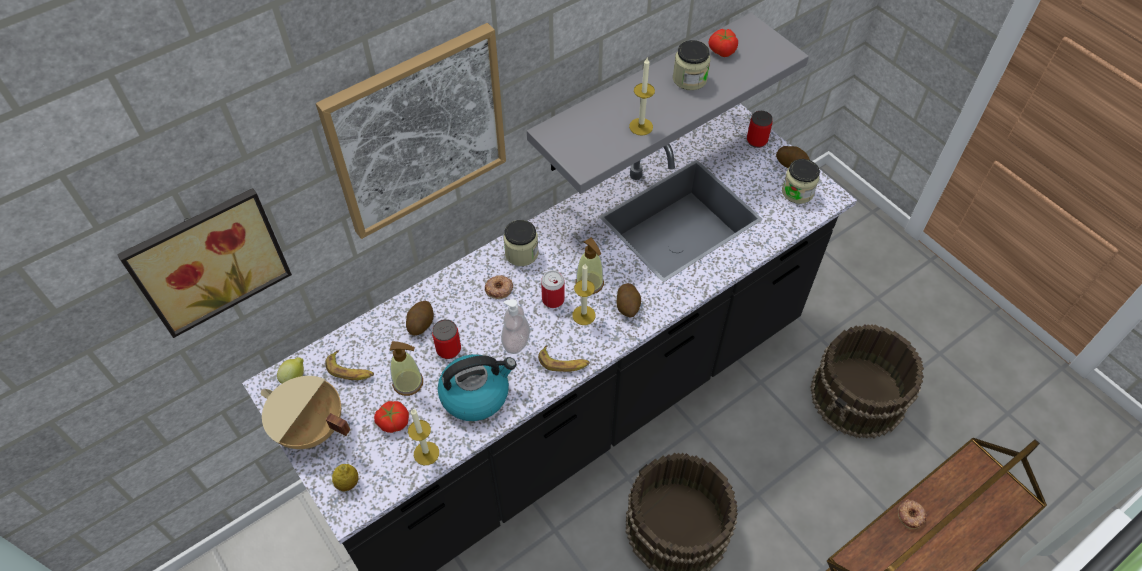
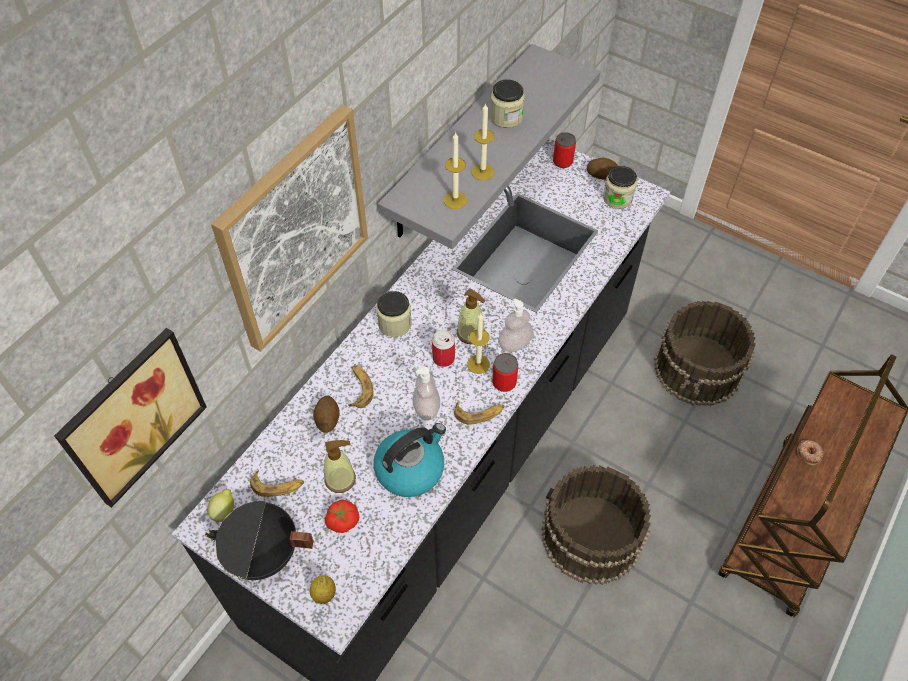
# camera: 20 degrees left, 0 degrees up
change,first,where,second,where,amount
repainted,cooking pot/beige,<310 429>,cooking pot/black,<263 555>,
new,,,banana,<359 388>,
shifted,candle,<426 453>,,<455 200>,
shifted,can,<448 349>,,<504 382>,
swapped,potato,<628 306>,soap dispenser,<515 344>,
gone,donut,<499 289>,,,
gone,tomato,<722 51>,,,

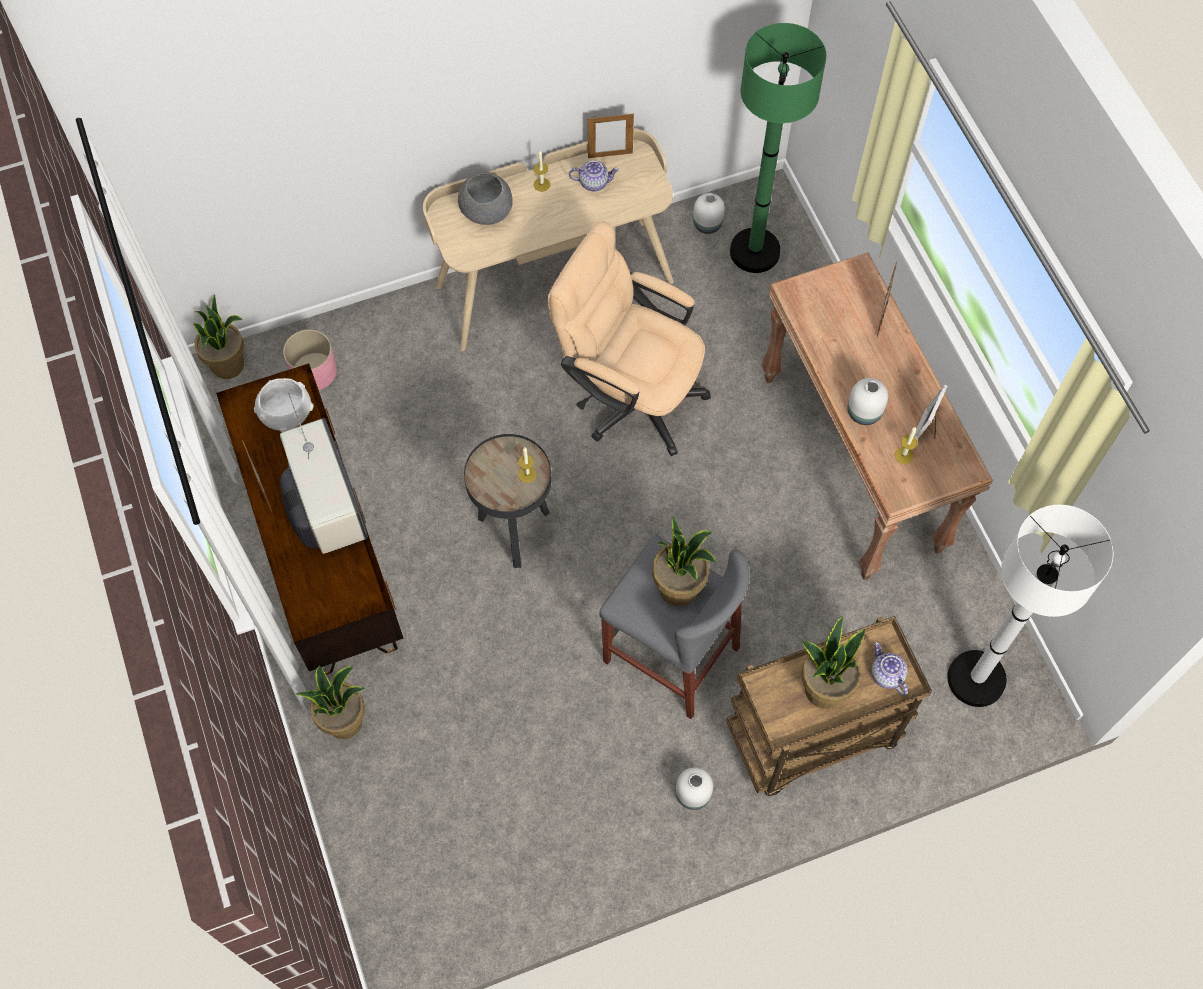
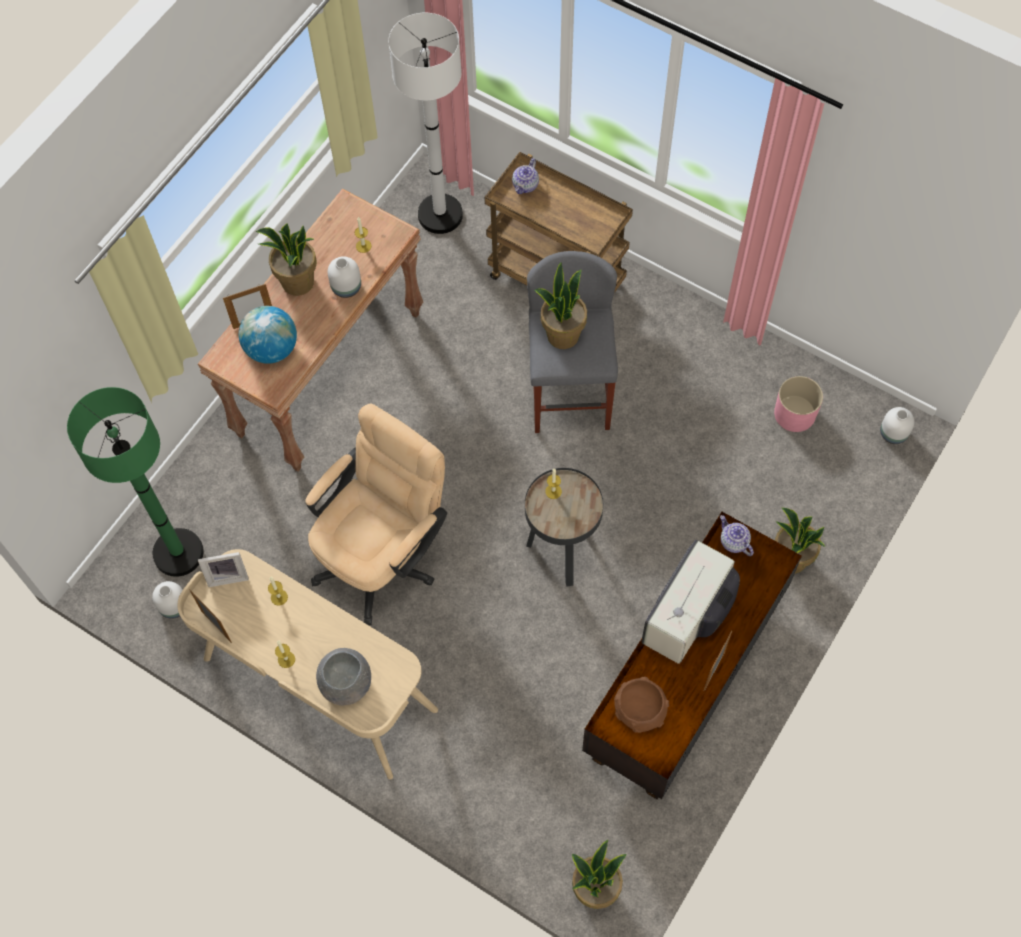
# camera: 125 degrees left, 0 degrees up
change,first,where,second,where,amount
shifted,picture frame,<927 429>,,<227 575>,
new,,,globe,<272 349>,
shifted,potted plant,<823 689>,,<297 283>,
new,,,candle,<279 597>,
rotated,office chair/beige,<630 395>,,<384 555>,135 degrees counterclockwise
repainted,bowl/white,<286 413>,bowl/brown,<640 709>,
shifted,teapot,<594 182>,,<733 542>,
shifted,planter/pink,<314 371>,,<794 413>,
shifted,vase/white,<694 794>,,<893 433>,

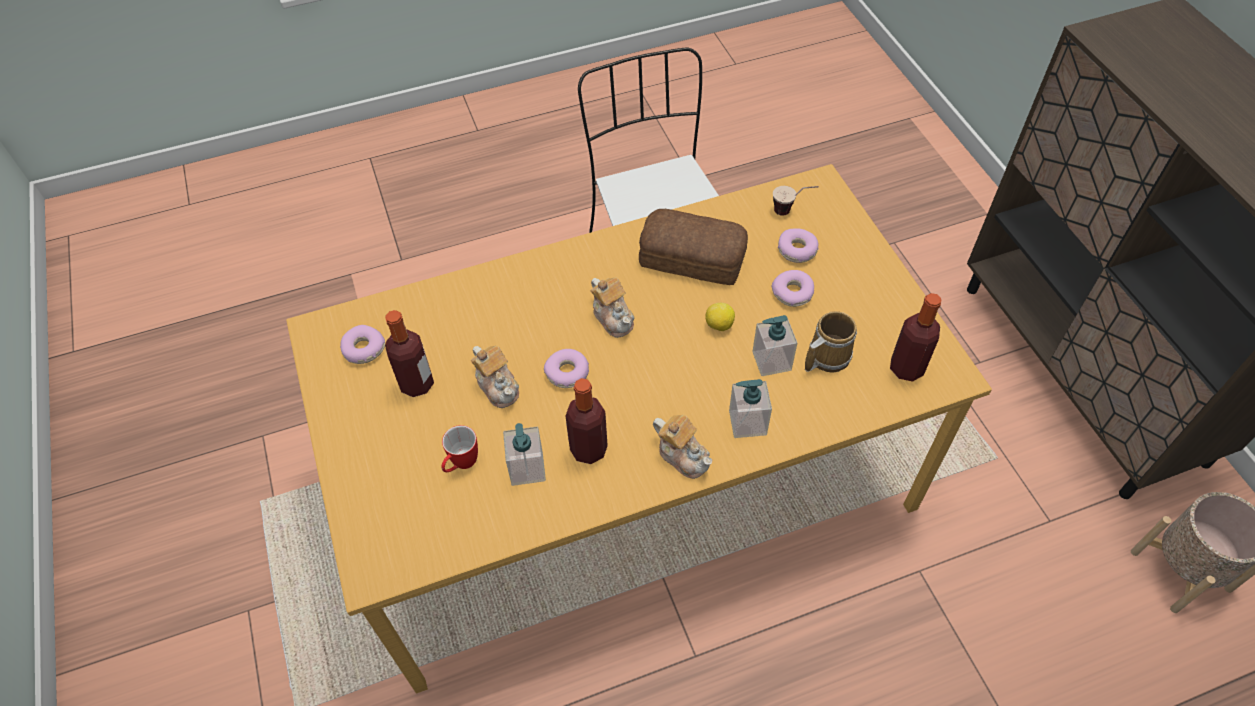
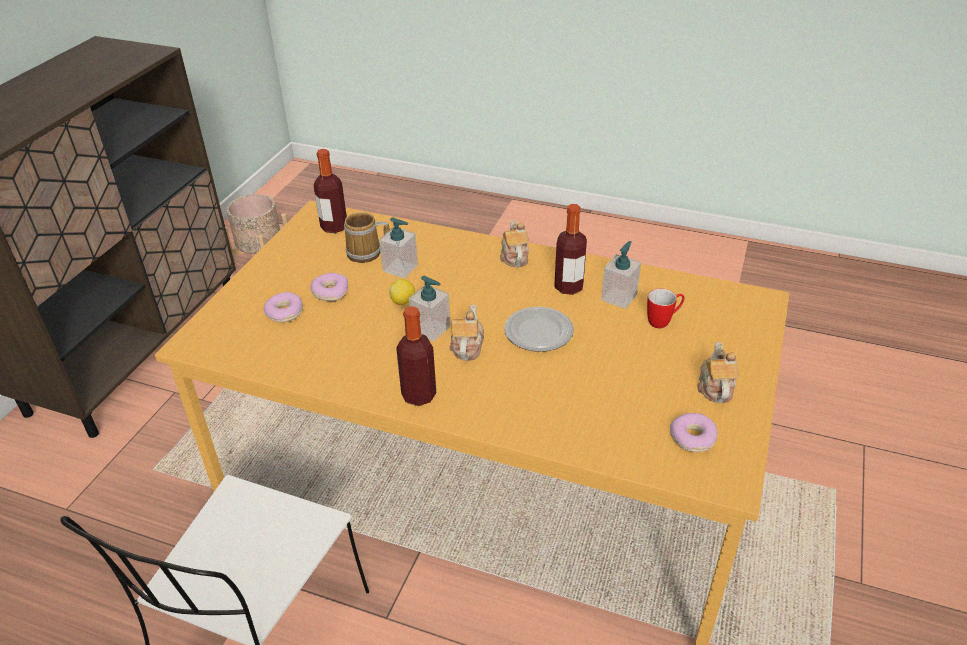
# camera: 140 degrees left, 15 degrees down
change,first,where,second,where,amount
shifted,bottle,<417 384>,,<419 395>,
shifted,soap dispenser,<747 422>,,<431 329>,
swapped,donut,<567 373>,plate,<539 332>,
shifted,teapot,<498 386>,,<715 387>,
gone,bread,<693 259>,,,
gone,cup,<791 211>,,,

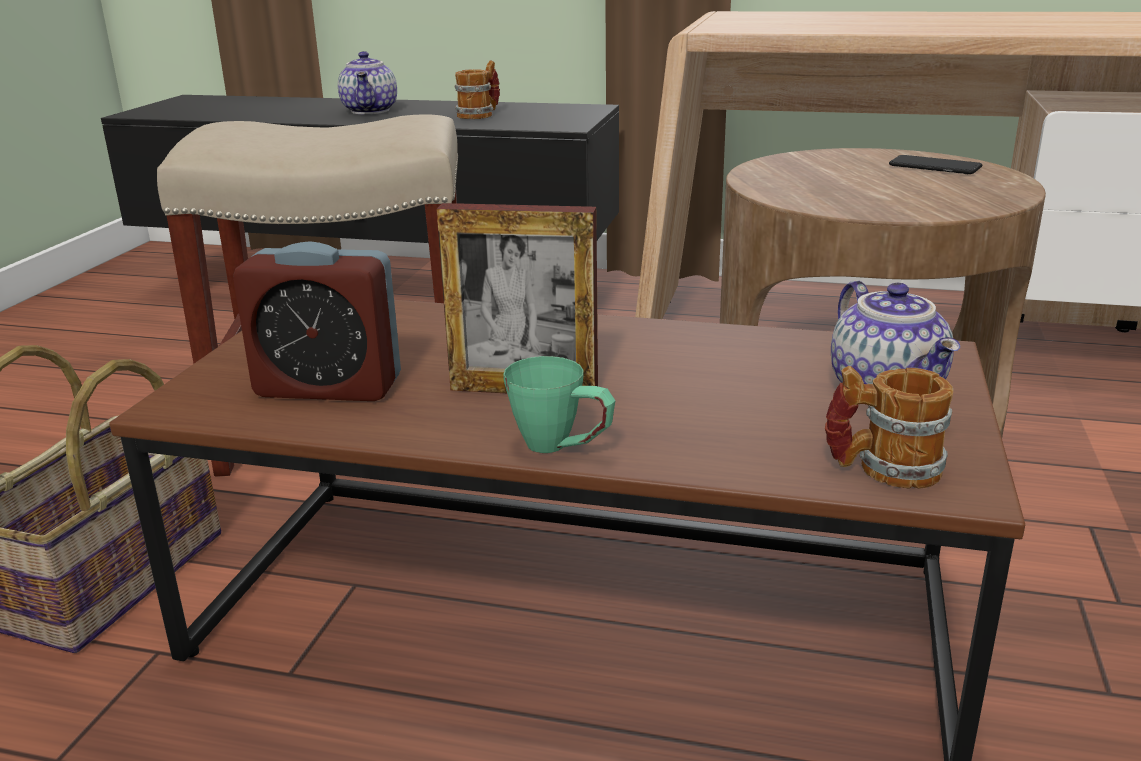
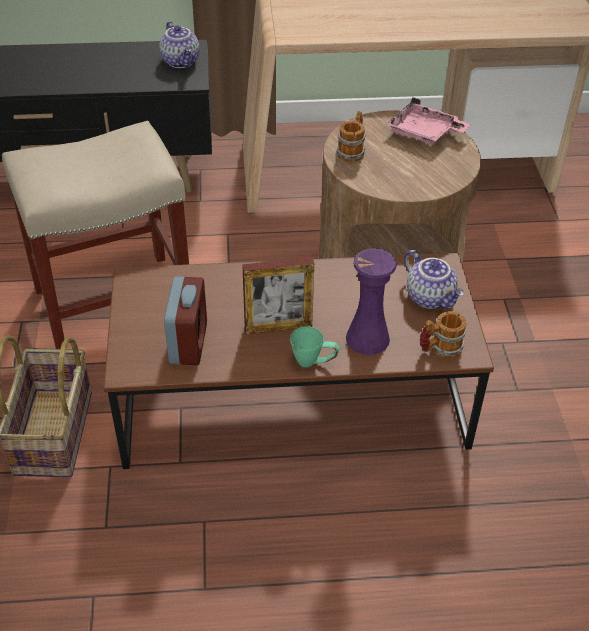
# camera: 20 degrees left, 20 degrees up
change,first,where,second,where,amount
shifted,teapot,<371 111>,,<181 61>,
rotated,alarm clock,<328 387>,,<188 343>,75 degrees counterclockwise
shifted,mug,<480 115>,,<352 151>,
new,,,vase/purple,<367 338>,
swapped,phone,<935 166>,tray/pink,<425 133>,

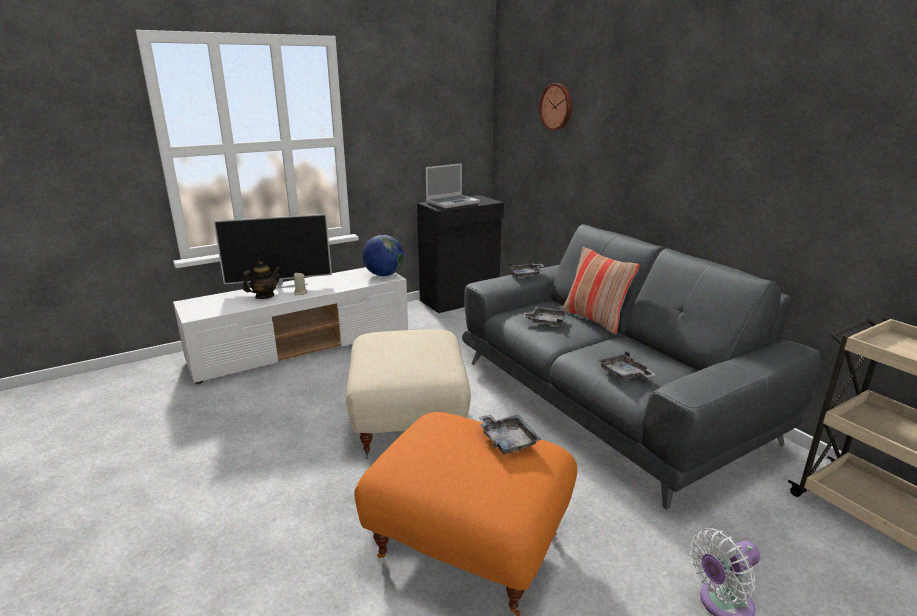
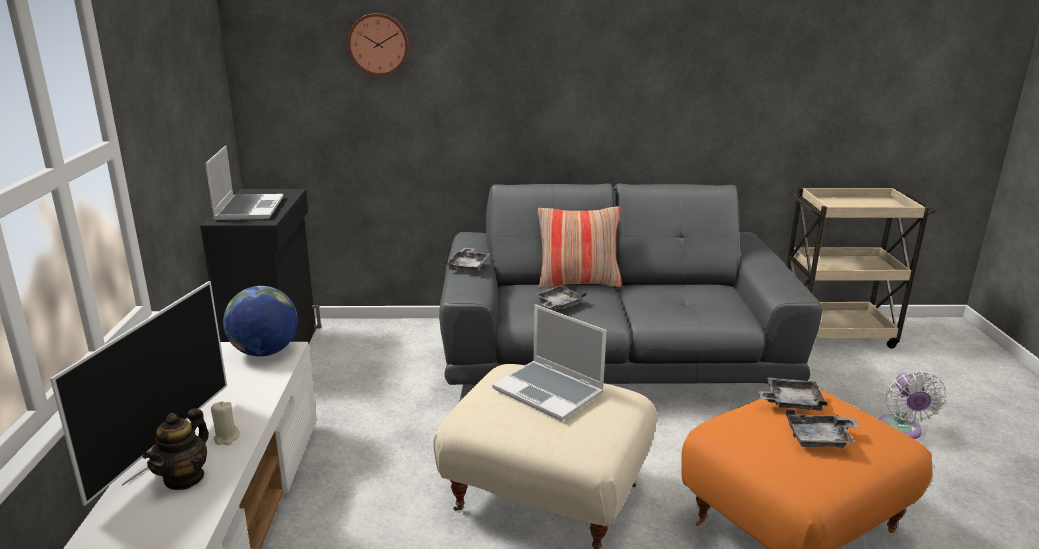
# camera: 60 degrees left, 0 degrees up
change,first,where,second,where,amount
rotated,teapot,<264 296>,,<184 478>,150 degrees counterclockwise
new,,,laptop,<550 391>,
shifted,tray/grey,<624 374>,,<820 439>,

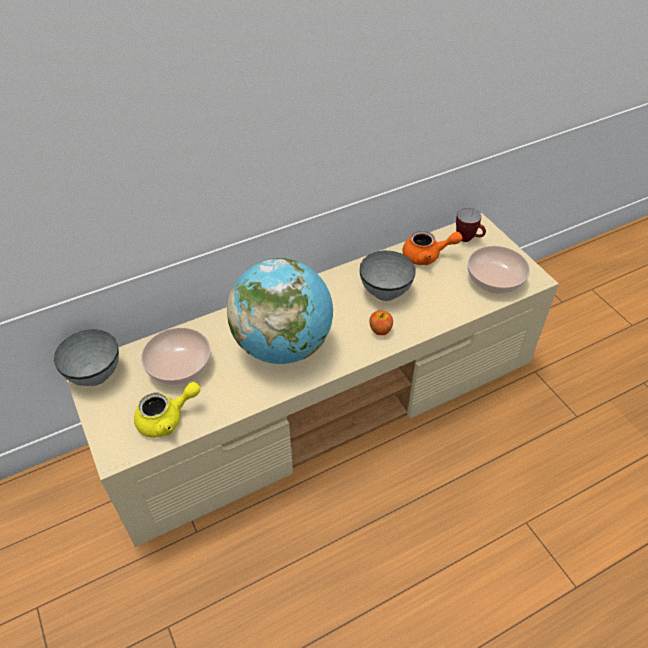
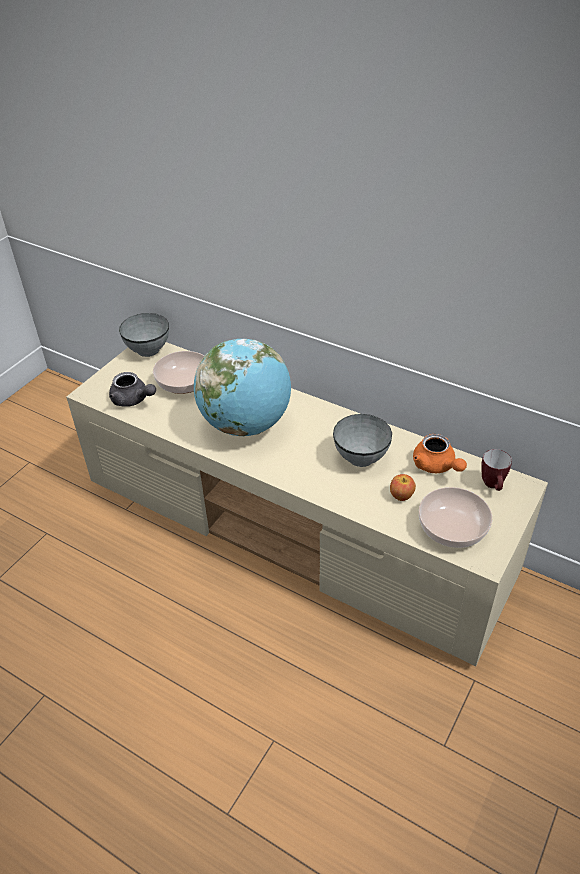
# camera: 60 degrees right, 5 degrees down
change,first,where,second,where,amount
repainted,teapot/yellow,<167 419>,teapot/grey,<133 400>,
shifted,apple,<380 330>,,<401 495>,

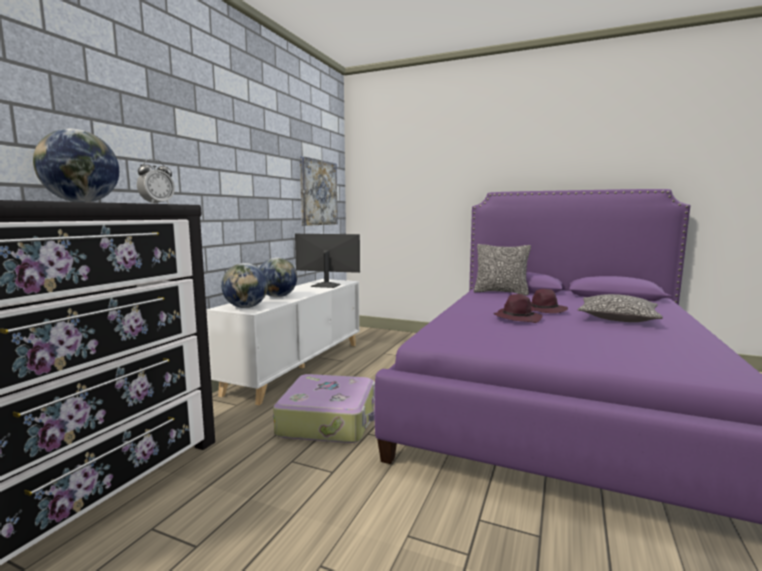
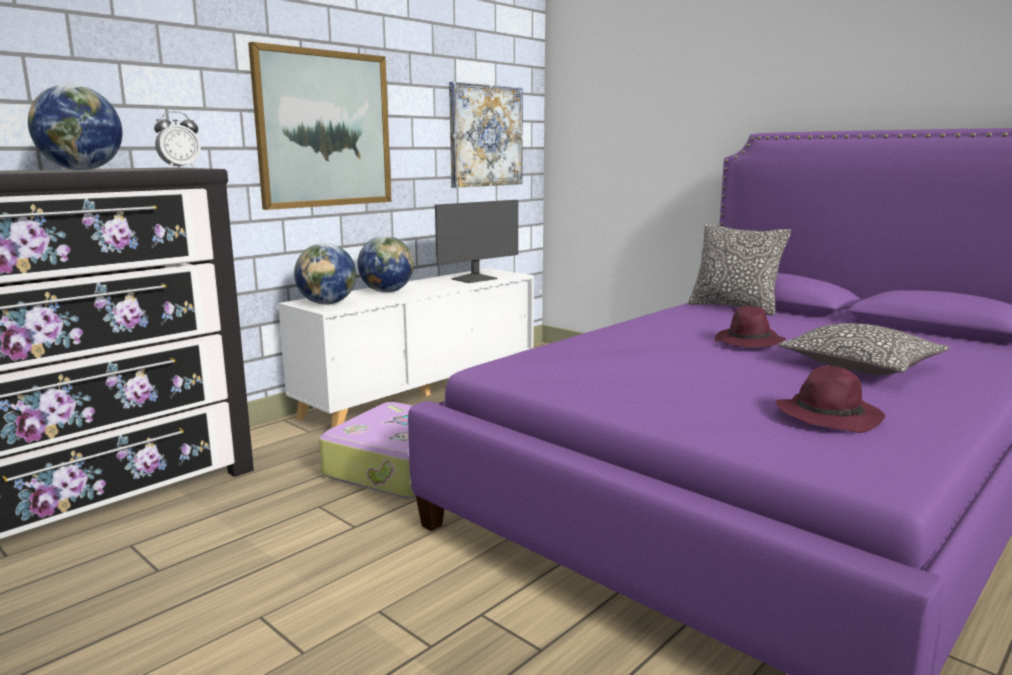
# camera: 20 degrees right, 5 degrees up
change,first,where,second,where,amount
new,,,picture,<324 129>,
rotated,monitor,<326 285>,,<475 279>,105 degrees clockwise
shifted,hat/purple,<517 318>,,<828 416>,

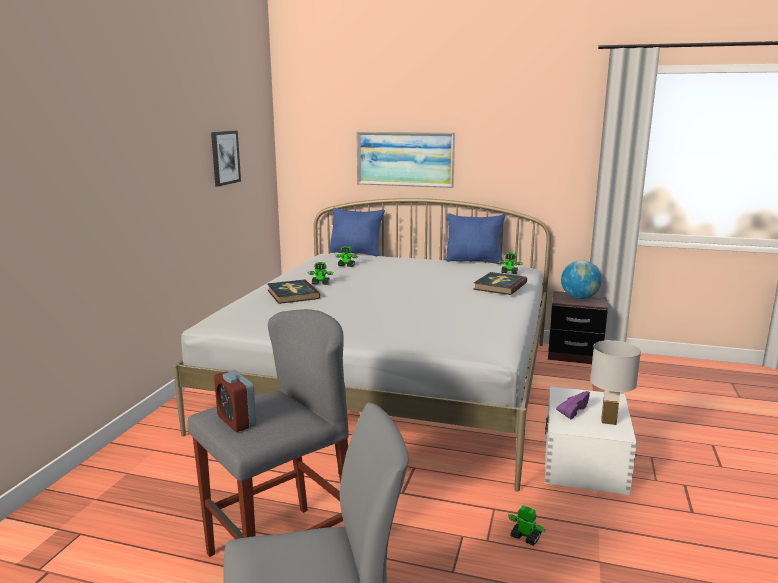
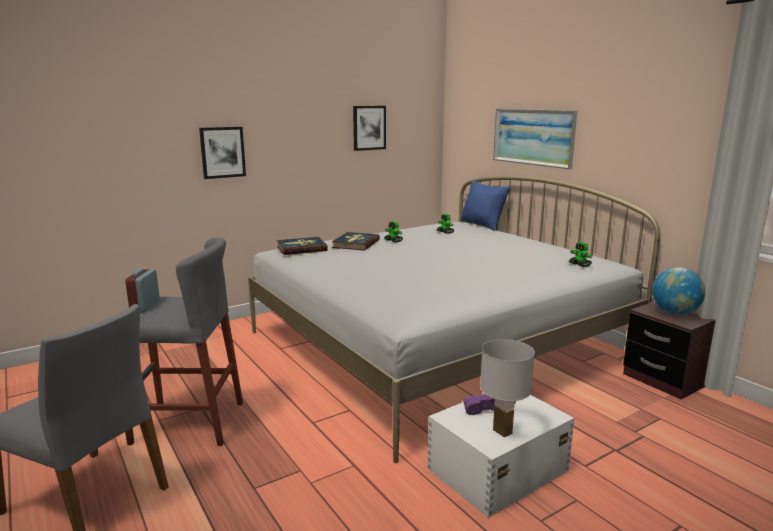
# camera: 40 degrees right, 0 degrees up
change,first,where,second,where,amount
new,,,picture,<222 152>,
shifted,book,<499 286>,,<301 248>,
gone,pillow/blue,<474 261>,,,
gone,toy robot,<525 537>,,,

